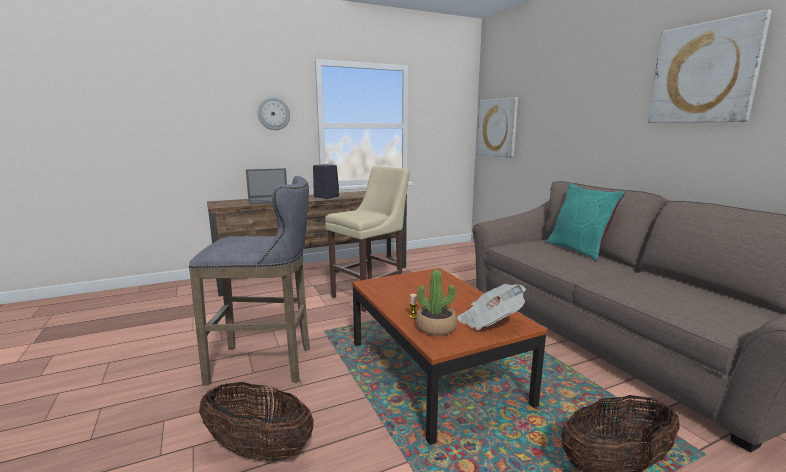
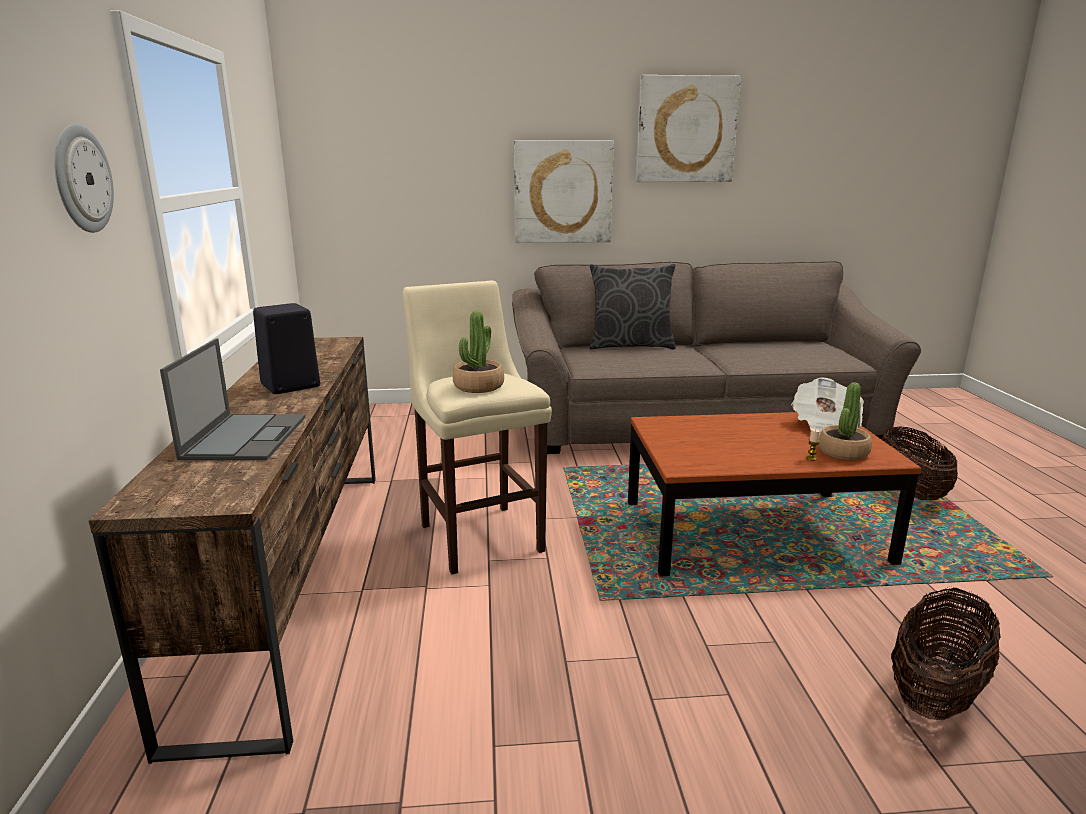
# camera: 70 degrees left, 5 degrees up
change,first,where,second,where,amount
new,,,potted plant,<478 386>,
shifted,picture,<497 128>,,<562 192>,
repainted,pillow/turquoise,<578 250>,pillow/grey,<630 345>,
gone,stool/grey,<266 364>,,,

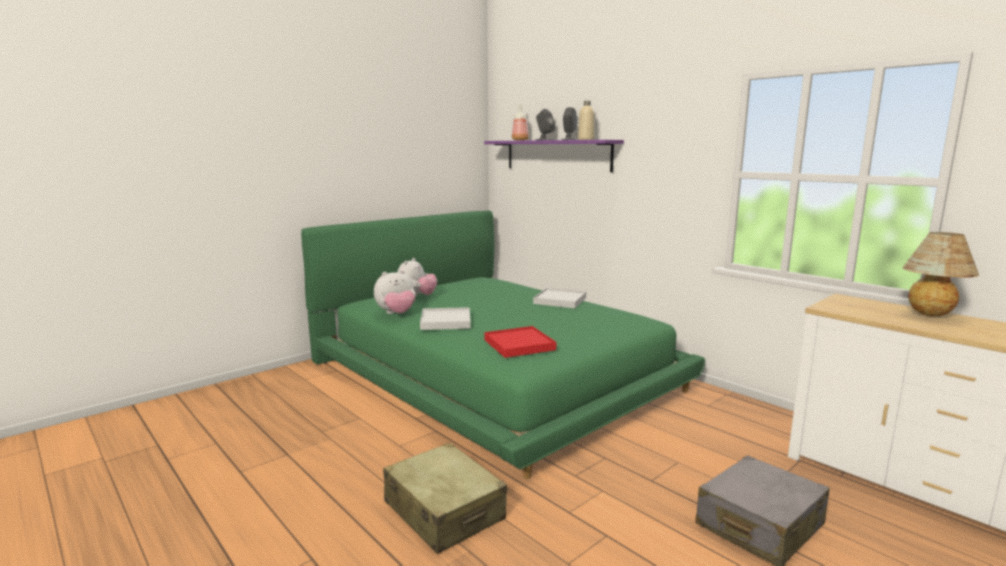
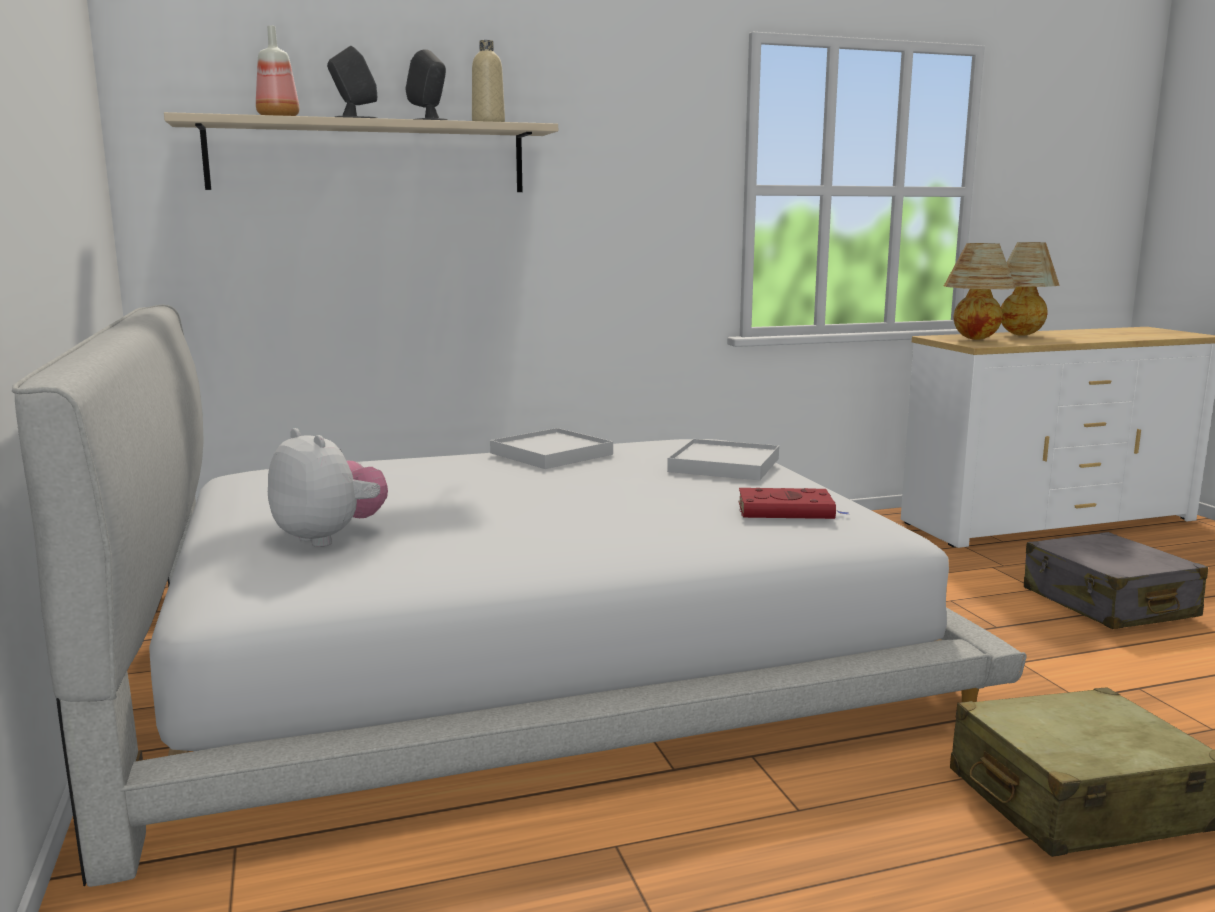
# camera: 65 degrees left, 0 degrees up
change,first,where,second,where,amount
repainted,bed/green,<493 373>,bed/white,<522 647>,
repainted,shelf/purple,<557 155>,shelf/beige,<369 157>,
shifted,tray/white,<445 321>,,<724 465>,
swapped,tray/red,<519 345>,book/red,<788 511>,
new,,,table lamp,<974 339>,
gone,plush toy,<396 314>,,,

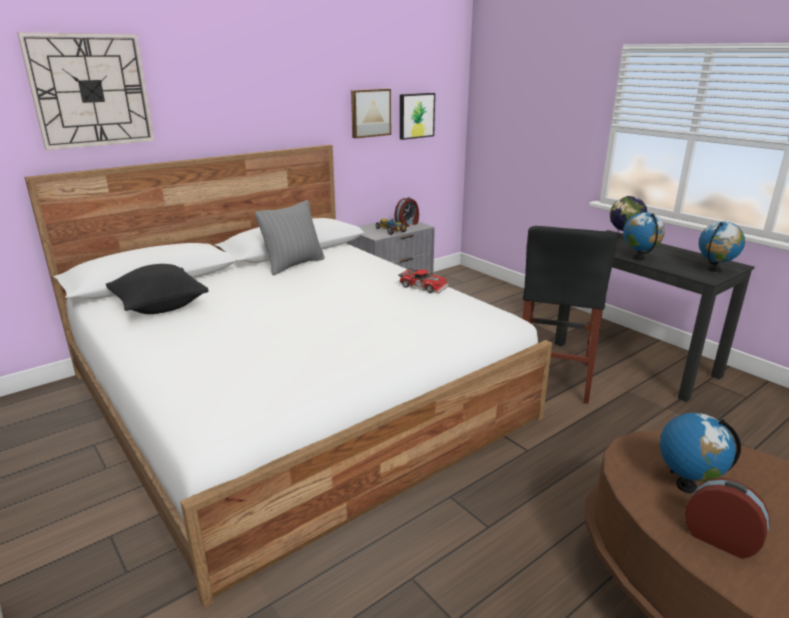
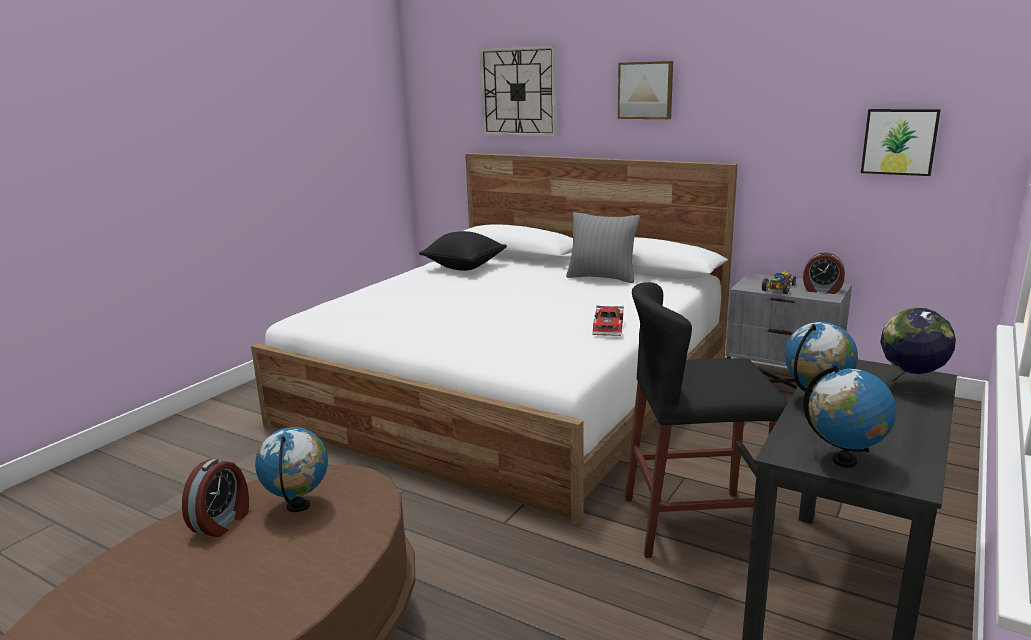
# camera: 70 degrees right, 5 degrees down
change,first,where,second,where,amount
shifted,picture,<370 113>,,<646 90>,

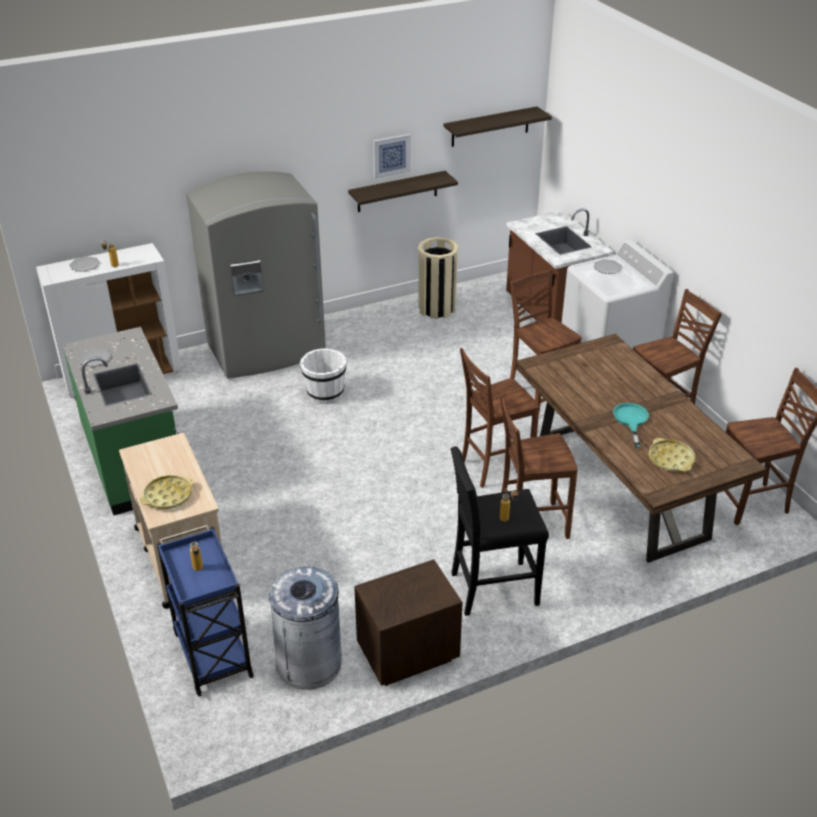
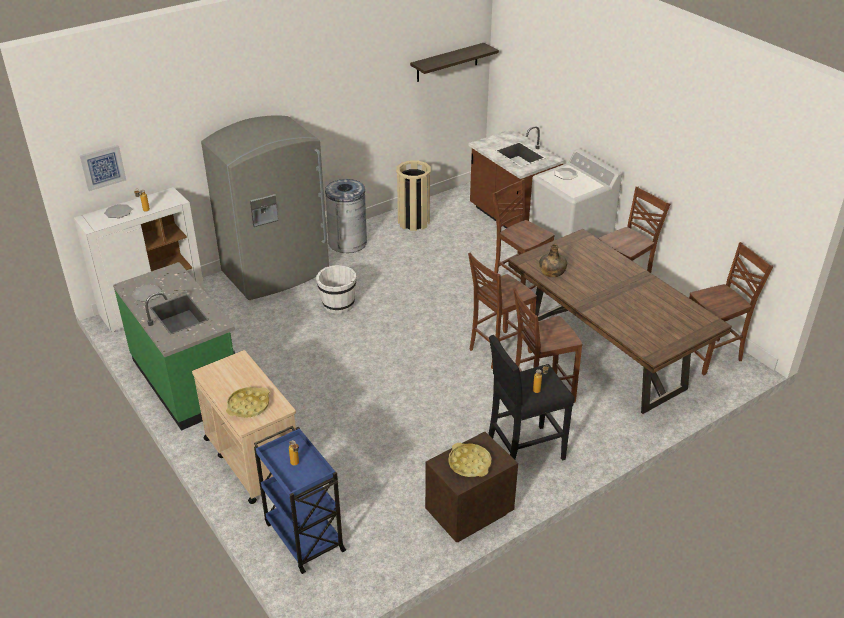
# camera: 10 degrees left, 0 degrees up
change,first,where,second,where,amount
shifted,picture,<391 155>,,<103 167>,
shifted,trash can/grey,<309 663>,,<348 242>,
shifted,tray/yellow,<671 459>,,<469 463>,
new,,,bottle/green,<551 272>,
gone,shelf,<397 191>,,,
gone,frying pan/turquoise,<631 421>,,,

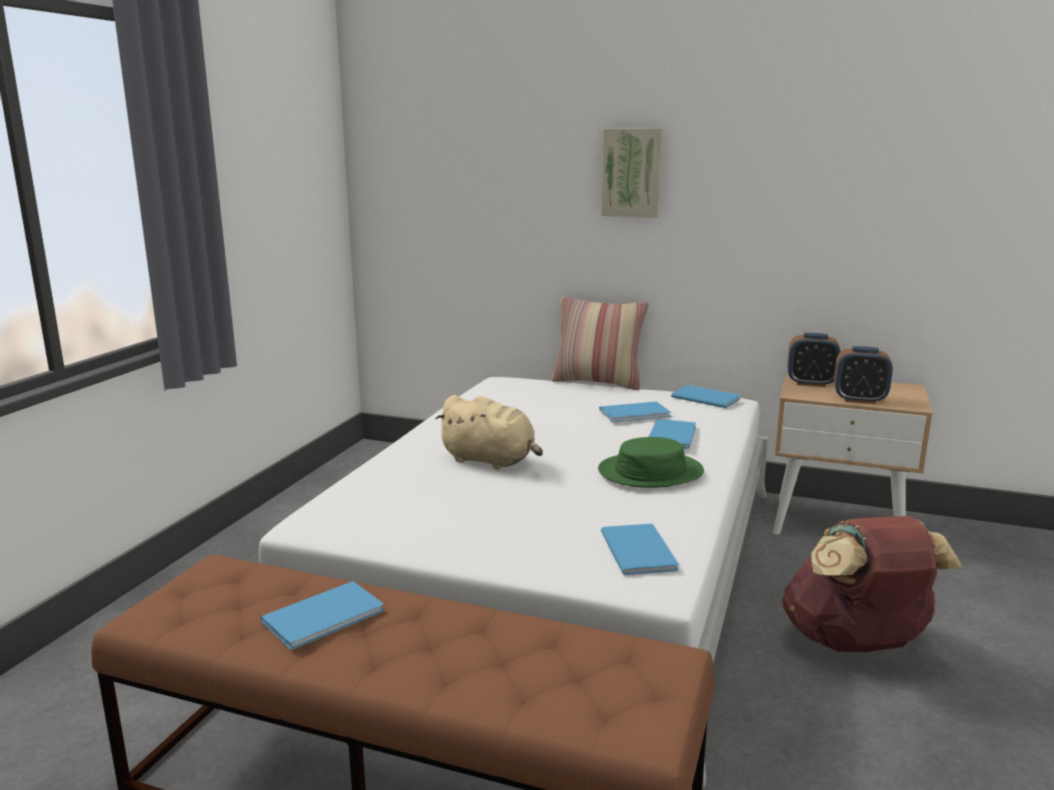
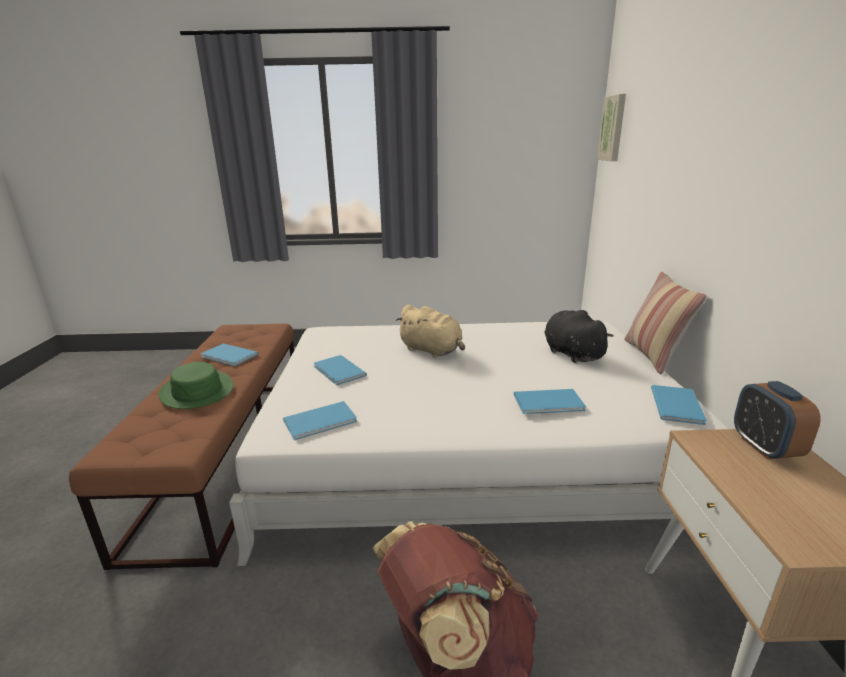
# camera: 70 degrees right, 5 degrees up
change,first,where,second,where,amount
shifted,hat/green,<650 472>,,<197 391>,
shifted,book/blue,<637 414>,,<338 372>,
rotated,plush toy/beige,<491 461>,,<432 350>,60 degrees counterclockwise
new,,,plush toy/black,<571 353>,
shifted,picture,<632 173>,,<613 128>,
gone,alarm clock,<859 400>,,,

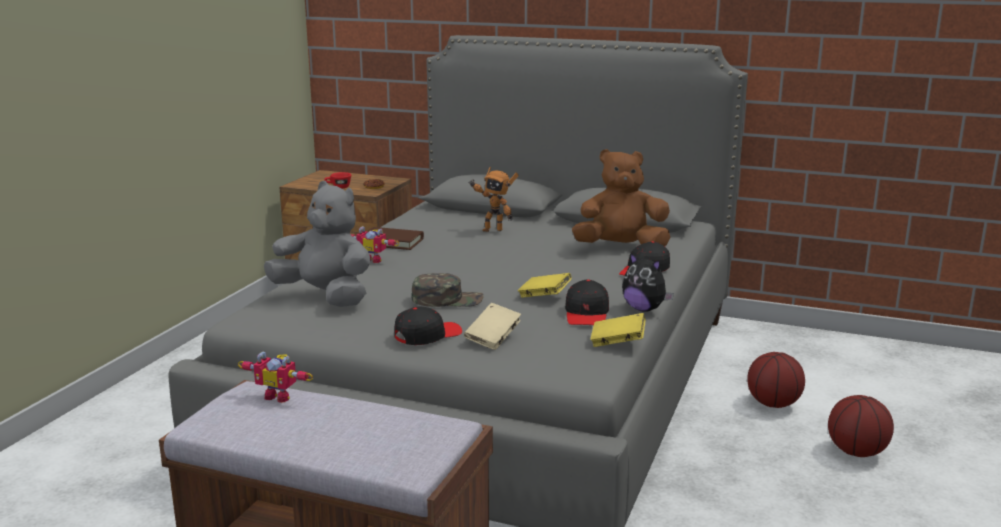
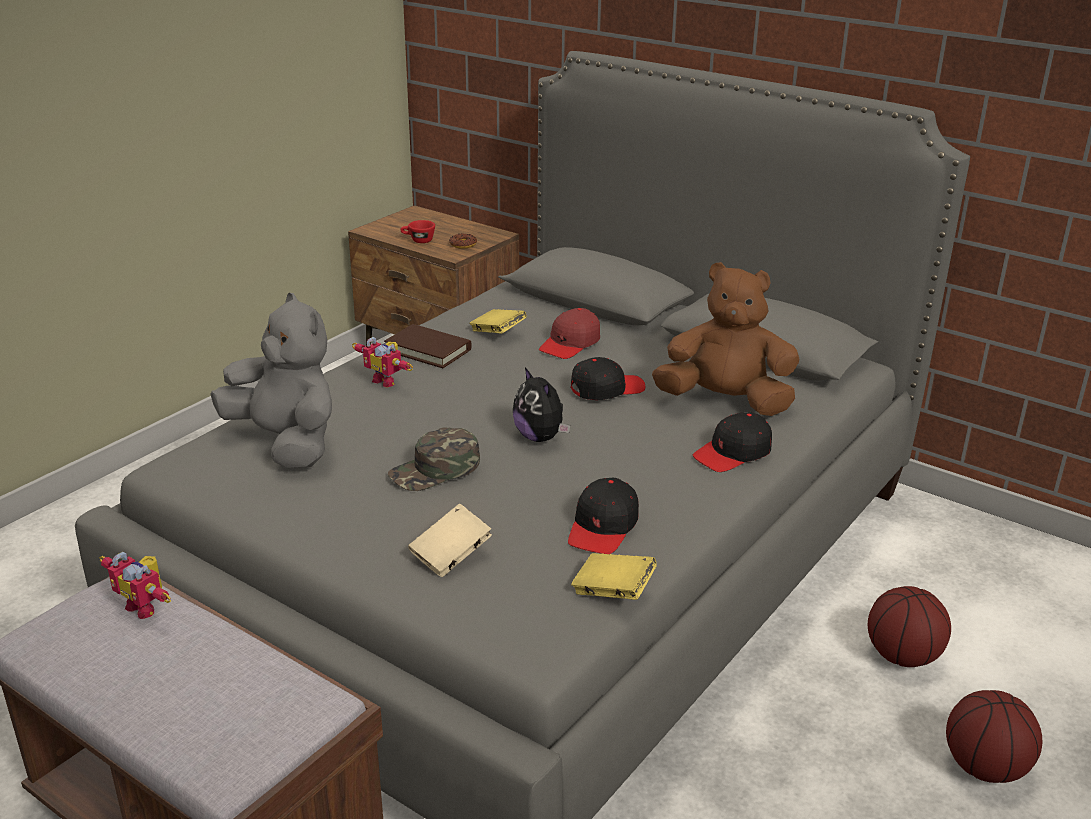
# camera: 15 degrees right, 10 degrees up
change,first,where,second,where,amount
rotated,cap/green,<447 299>,,<435 470>,135 degrees clockwise
shifted,book/yellow,<544 297>,,<497 333>,
shifted,plush toy,<644 309>,,<540 437>,
swapped,toy robot,<492 230>,cap/red,<570 344>,
shifted,cap/black,<427 335>,,<606 389>,

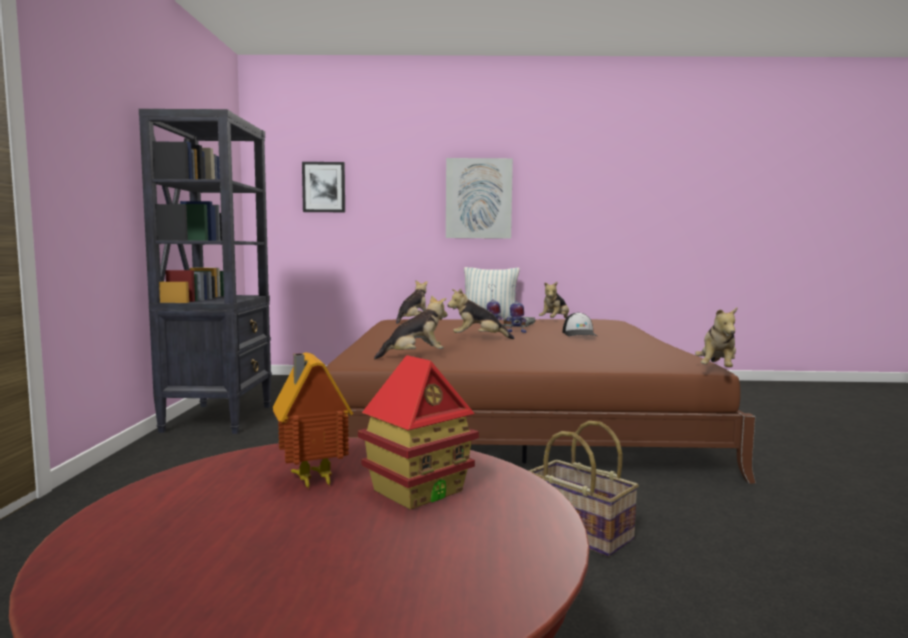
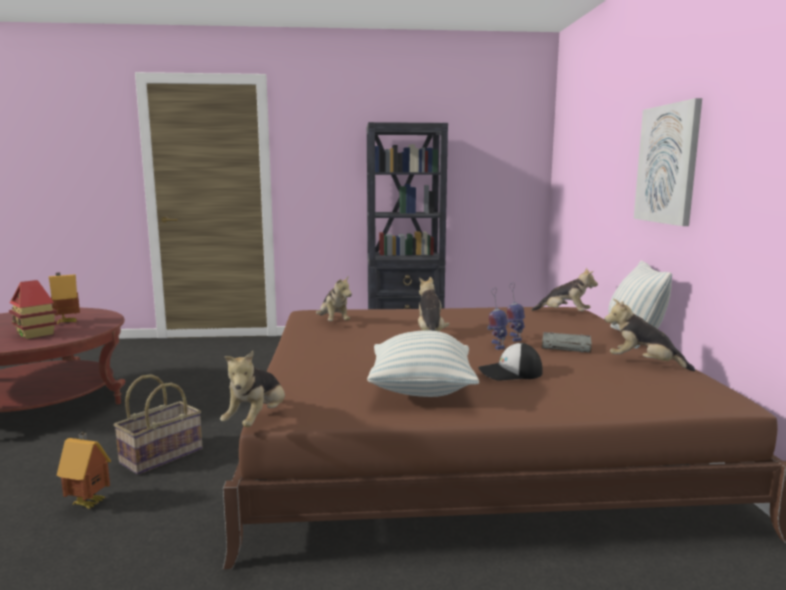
# camera: 85 degrees right, 5 degrees up
change,first,where,second,where,amount
new,,,toy house,<89 502>,
rotated,plush toy,<717 370>,,<257 420>,90 degrees counterclockwise
new,,,pillow,<421 391>,
gone,picture,<324 187>,,,

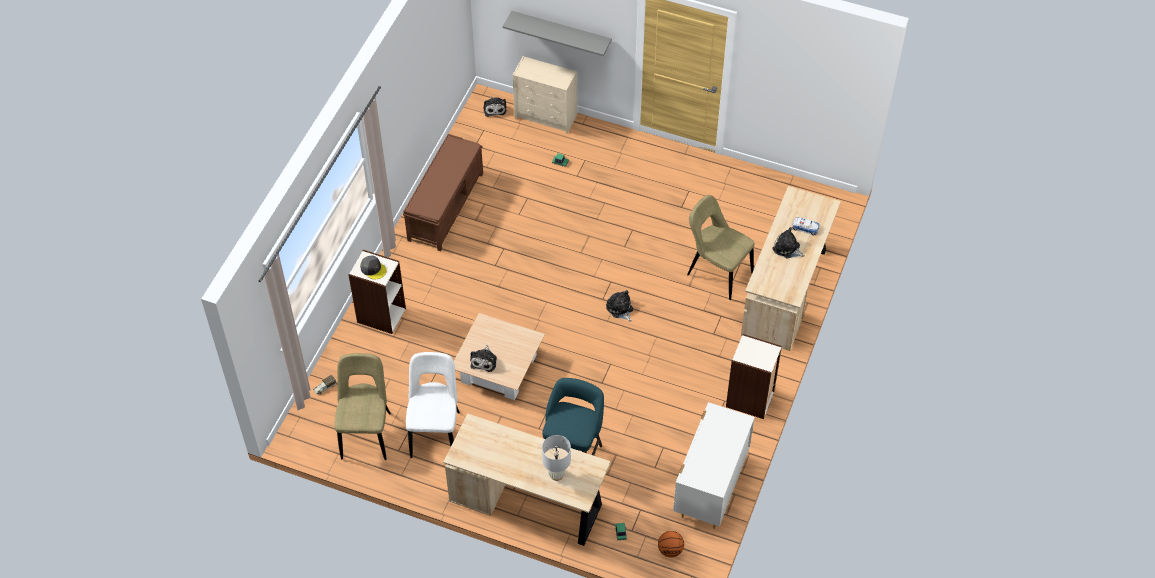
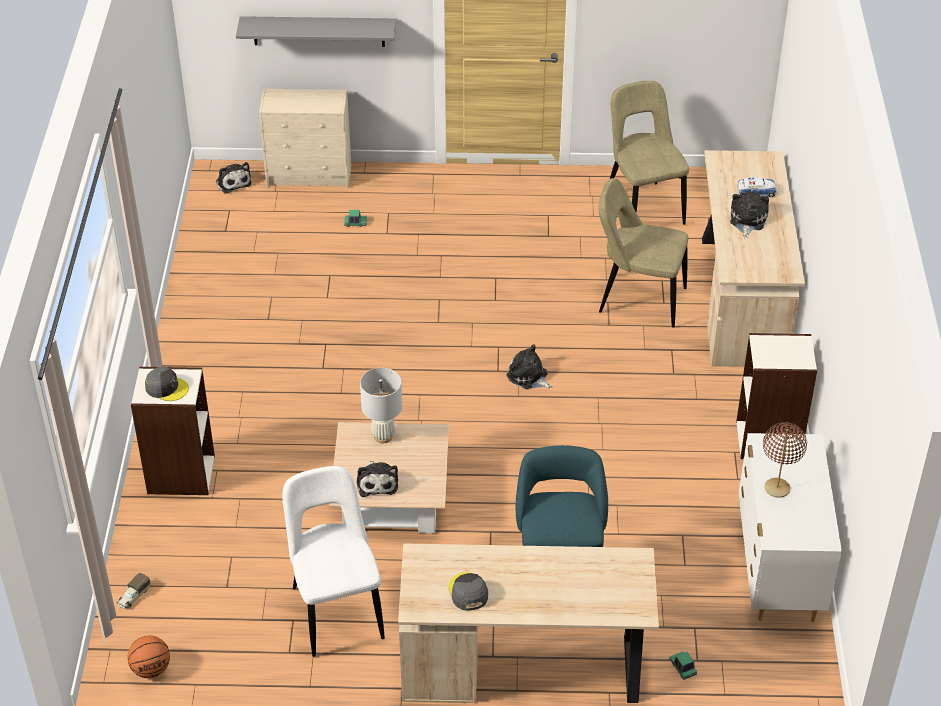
# camera: 20 degrees left, 10 degrees down
change,first,where,second,where,amount
shifted,basketball,<670 550>,,<151 669>,
shifted,table lamp/white,<556 475>,,<383 436>,
new,,,cap/grey,<468 592>,
shifted,chair/beige,<367 433>,,<642 206>,
rotated,plush toy,<787 248>,,<747 220>,90 degrees clockwise
new,,,table lamp/brown,<776 488>,
gone,bench/brown,<446 206>,,,

